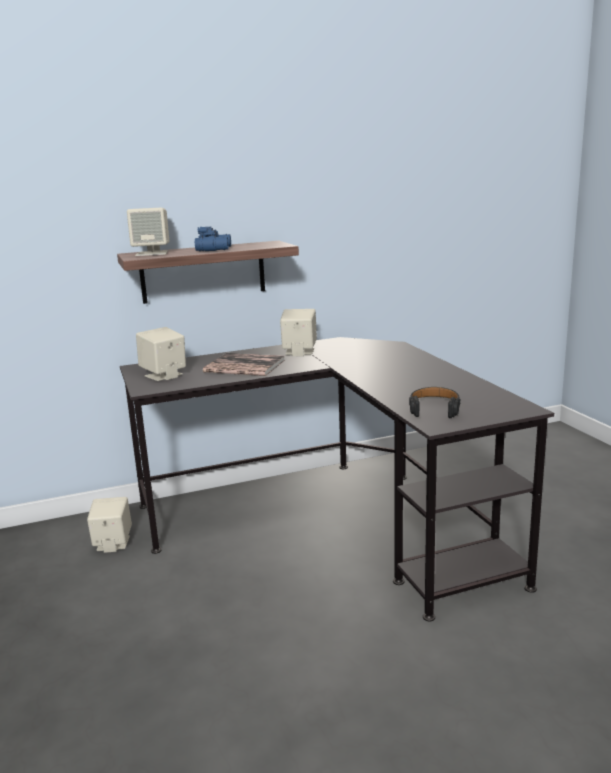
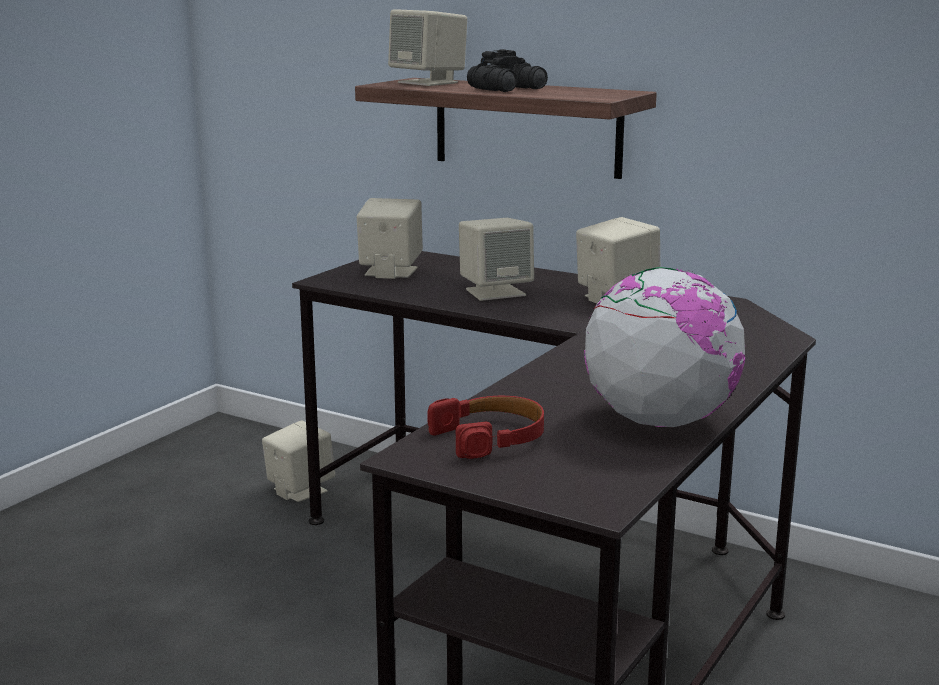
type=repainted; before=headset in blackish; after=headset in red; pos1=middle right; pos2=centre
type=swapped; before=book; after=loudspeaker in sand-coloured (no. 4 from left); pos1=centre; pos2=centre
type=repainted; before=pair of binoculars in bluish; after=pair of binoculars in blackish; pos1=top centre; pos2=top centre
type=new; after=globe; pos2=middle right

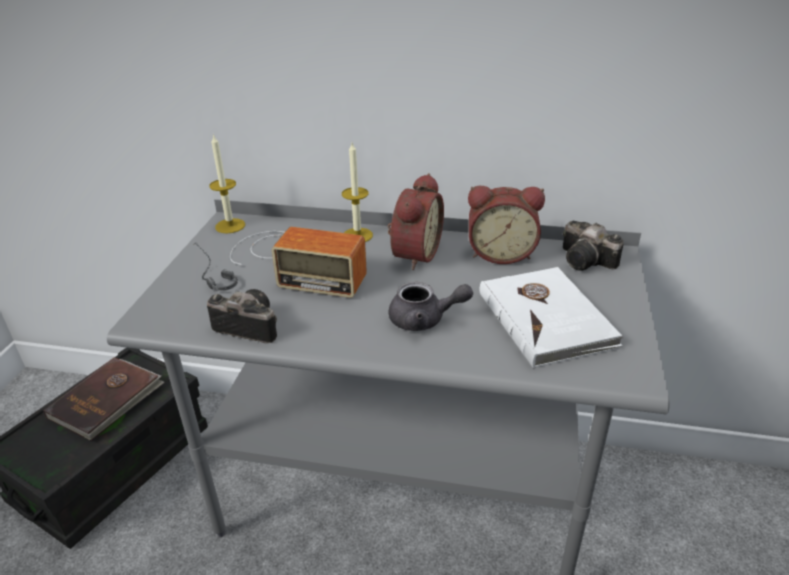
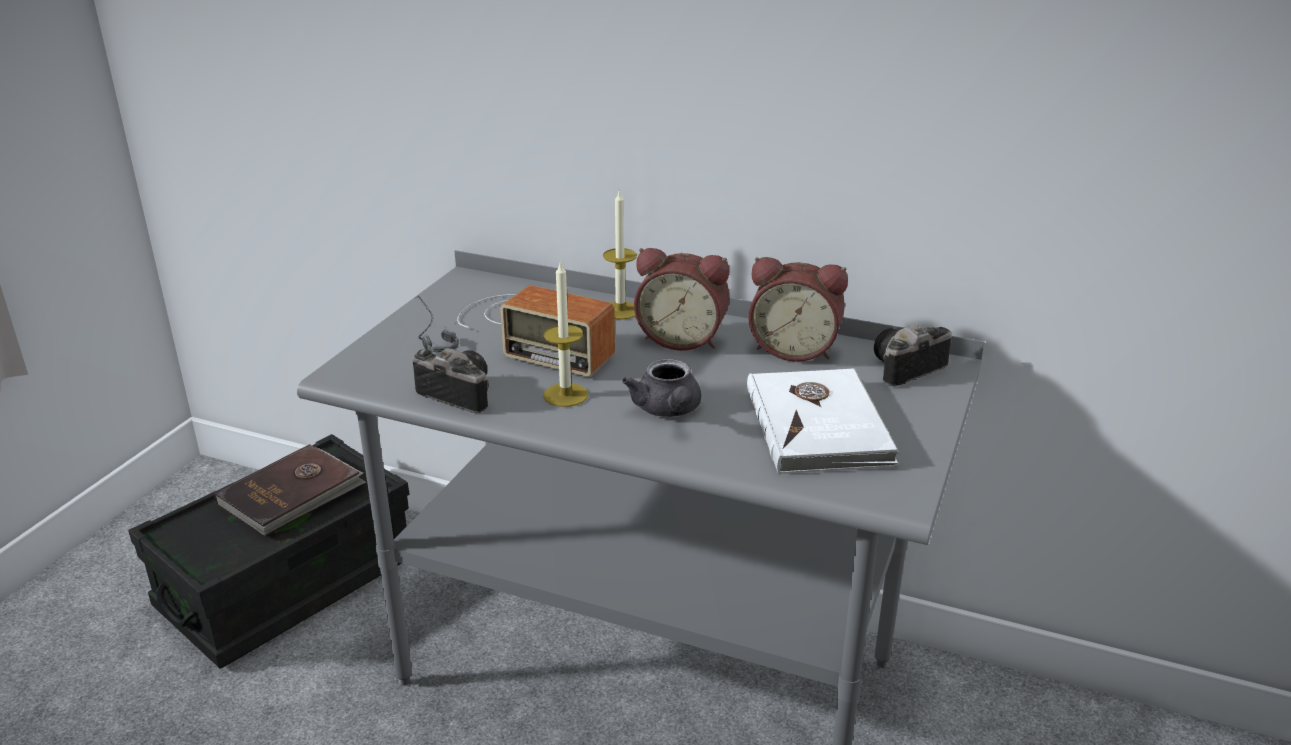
type=shifted; before=wax candle (no. 1 from left); pos1=top left; pos2=centre
type=rotated; before=tea pot in gray; pos1=centre; pos2=centre; turn=60
type=rotated; before=table clock (no. 1 from left); pos1=centre; pos2=centre; turn=75
type=rotated; before=photo camera (no. 2 from left); pos1=middle right; pos2=middle right; turn=90

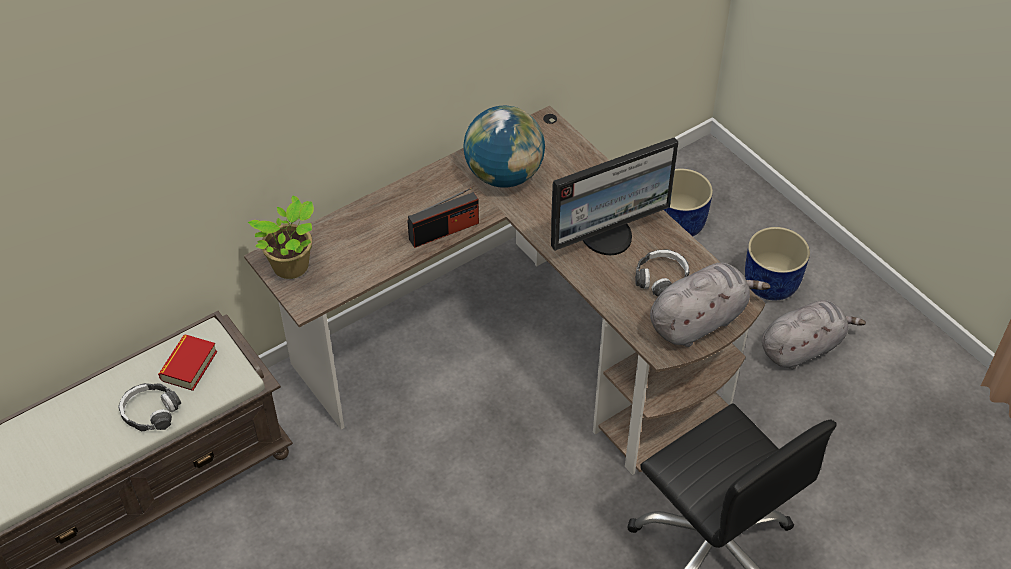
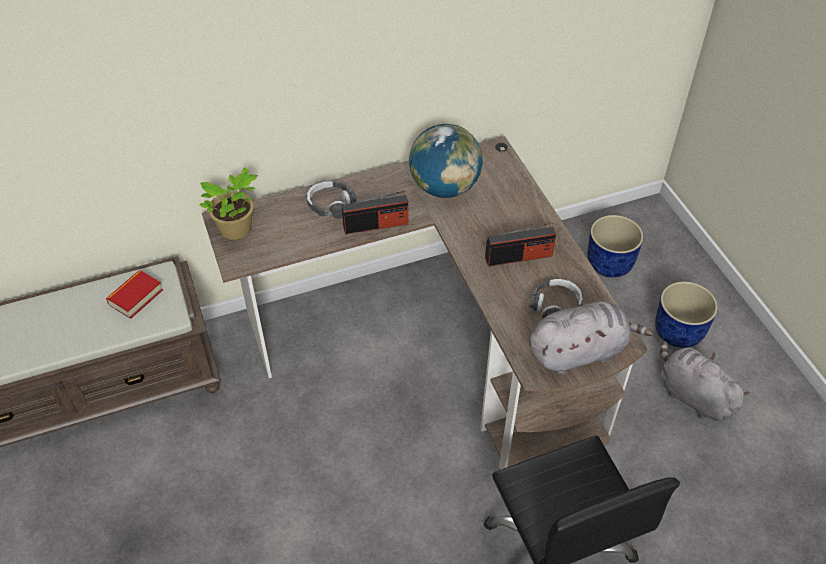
type=shifted; before=headset (no. 1 from left); pos1=bottom left; pos2=centre
type=swapped; before=computer display; after=radio (no. 2 from left); pos1=centre; pos2=centre
type=rotated; before=cuddly toy in gray (no. 2 from left); pos1=middle right; pos2=bottom right; turn=-120

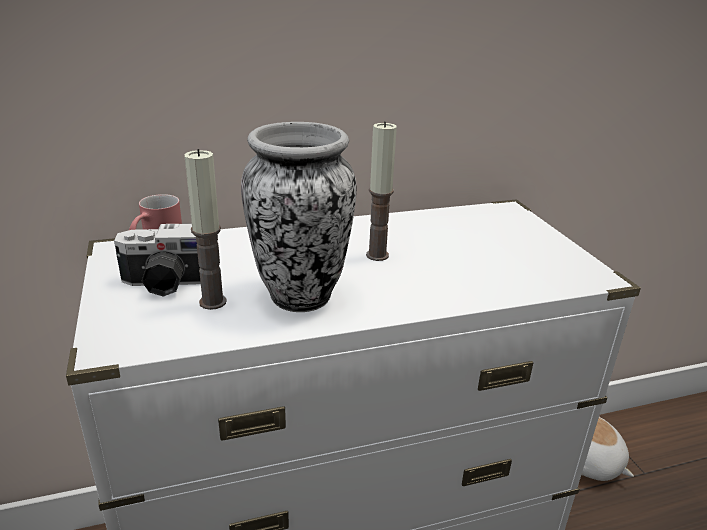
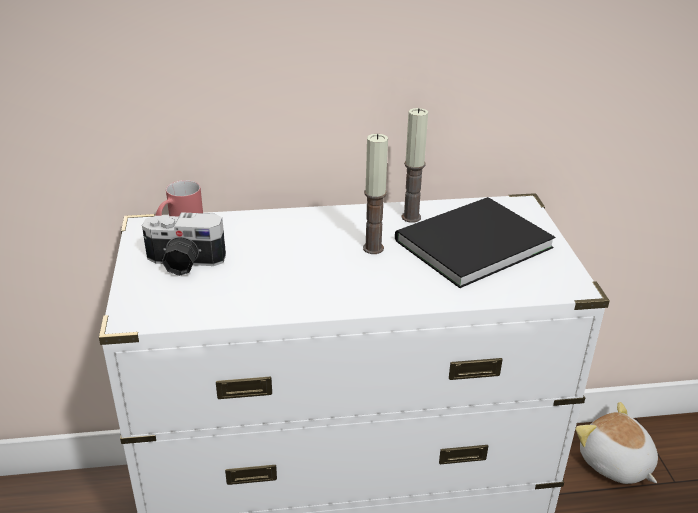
type=new; after=book in blackish; pos2=middle right
type=shifted; before=wax candle (no. 1 from left in the first image); after=wax candle (no. 2 from left); pos1=middle left; pos2=top centre
type=gone; before=decorative vase; pos1=centre

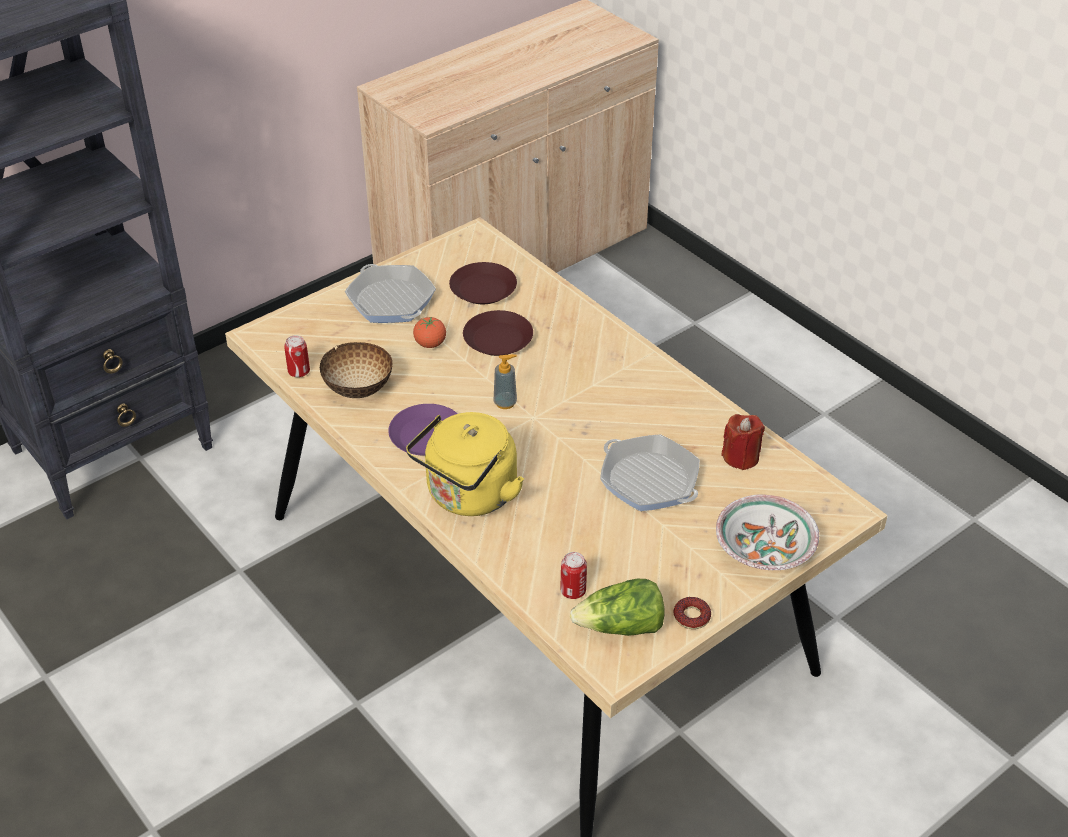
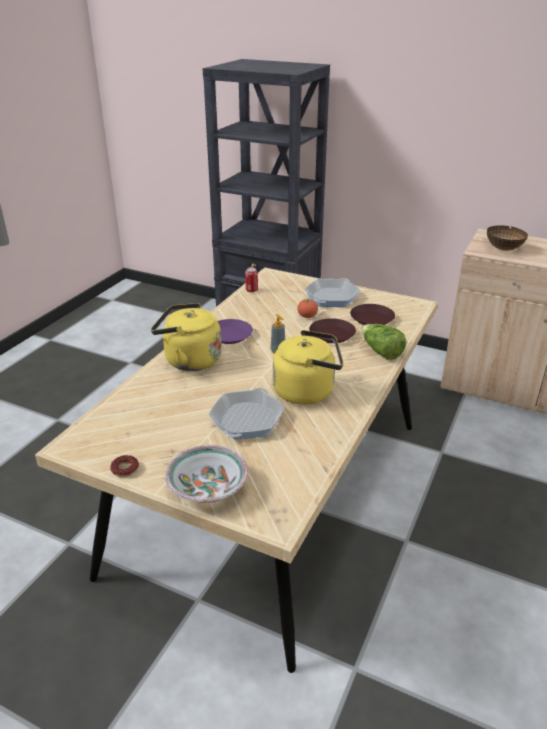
type=new; after=kettle in yellow (no. 2 from left); pos2=centre
type=shifted; before=head of lettuce; pos1=bottom centre; pos2=middle right
type=shifted; before=serving bowl (no. 1 from left in the first image); after=serving bowl (no. 2 from left); pos1=centre; pos2=top right
type=gone; before=metal can (no. 2 from left); pos1=bottom centre
type=gone; before=wax candle in red; pos1=middle right

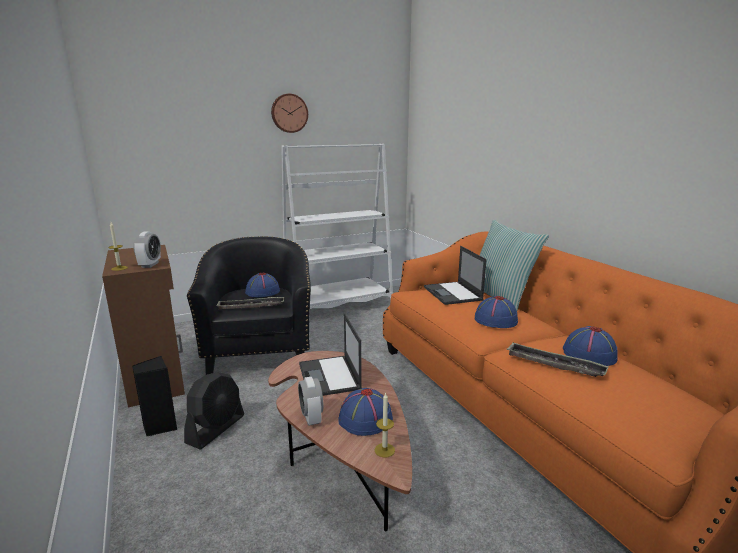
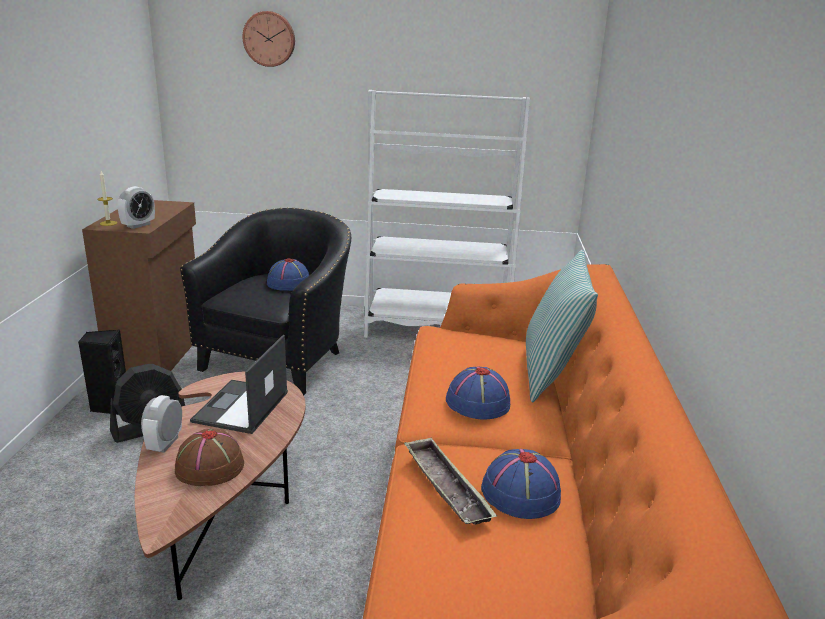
type=repainted; before=hat in bluish (no. 2 from left); after=hat in brownish; pos1=bottom centre; pos2=bottom left
type=shifted; before=clock on the wall; pos1=top centre; pos2=top left
type=gone; before=tray (no. 1 from left); pos1=centre
type=gone; before=wax candle (no. 2 from left); pos1=bottom centre
type=gone; before=laptop (no. 2 from left); pos1=centre

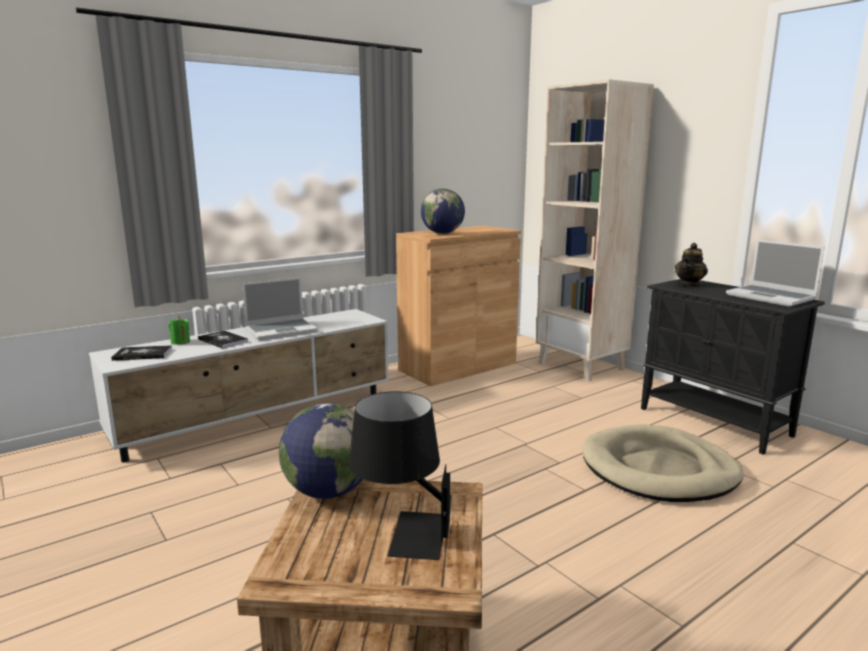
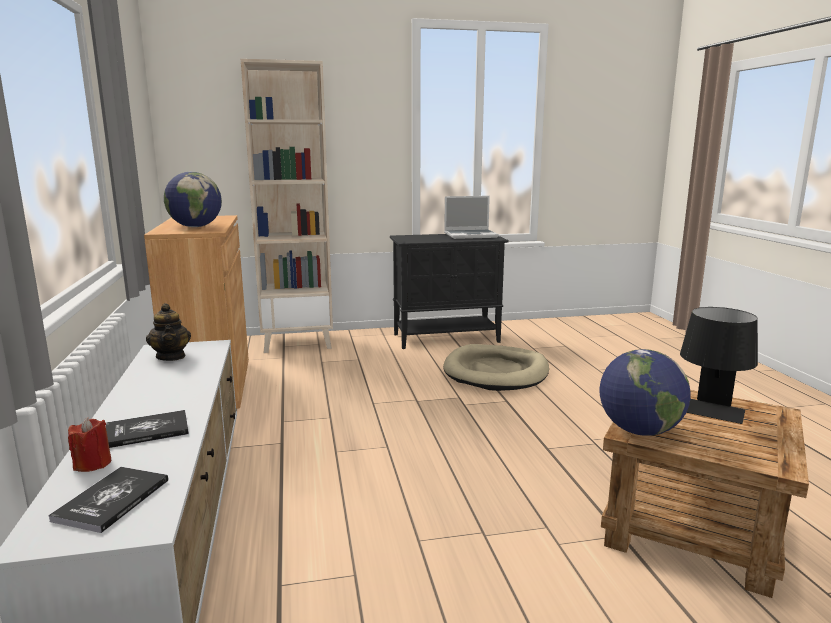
type=repainted; before=wax candle in green-coloured; after=wax candle in red; pos1=middle left; pos2=bottom left
type=shifted; before=tea pot; pos1=middle right; pos2=middle left
type=gone; before=laptop (no. 1 from left); pos1=middle left

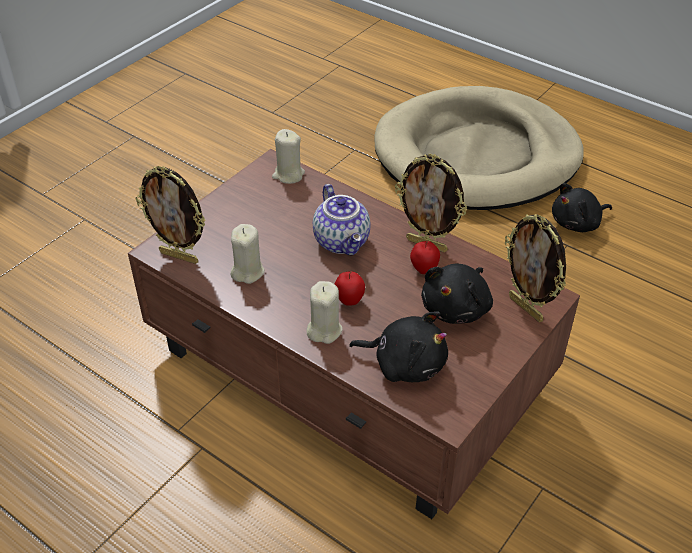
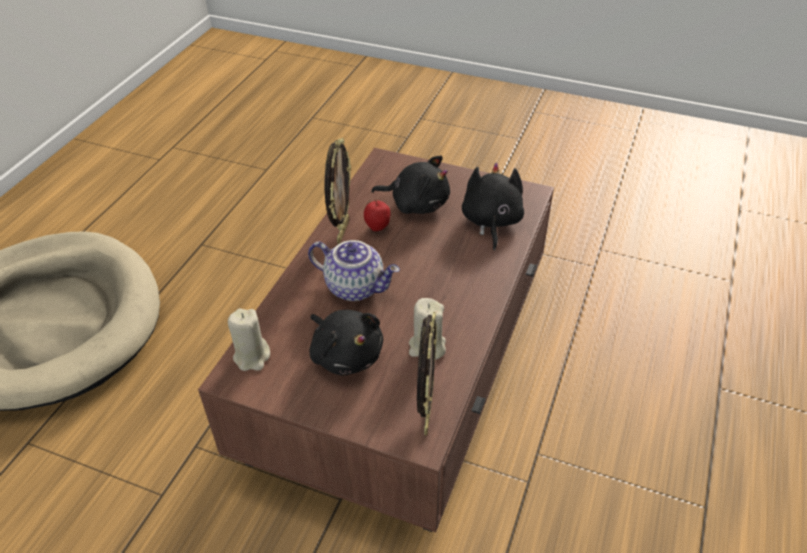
type=rotated; before=tea pot; pos1=centre; pos2=centre; turn=60
type=shifted; before=cuddly toy in blackish (no. 3 from left in the first image); after=cuddly toy in blackish (no. 1 from left); pos1=middle right; pos2=centre
type=gone; before=wax candle in sand-coloured (no. 3 from left); pos1=centre
type=gone; before=apple fruit (no. 1 from left); pos1=centre
type=gone; before=standing frame (no. 3 from left); pos1=middle right

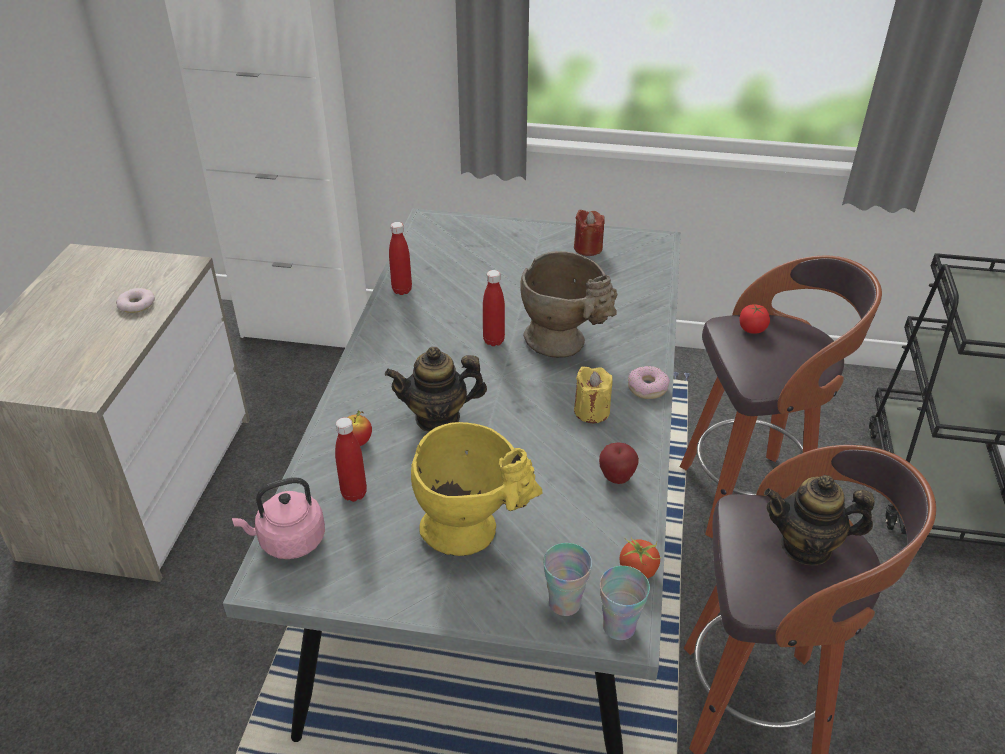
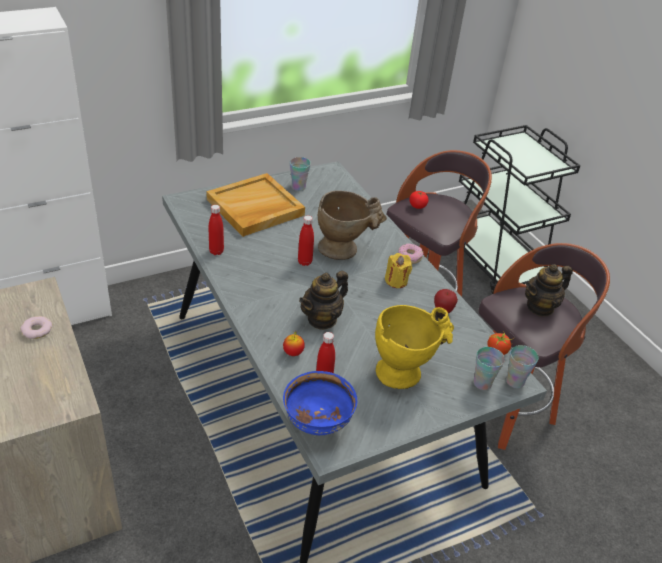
type=new; after=tray in sand-coloured; pos2=centre
type=swapped; before=kettle in pinkish; after=serving bowl in bluish; pos1=bottom left; pos2=bottom centre
type=swapped; before=wax candle in red; after=cup (no. 1 from left); pos1=top centre; pos2=top centre

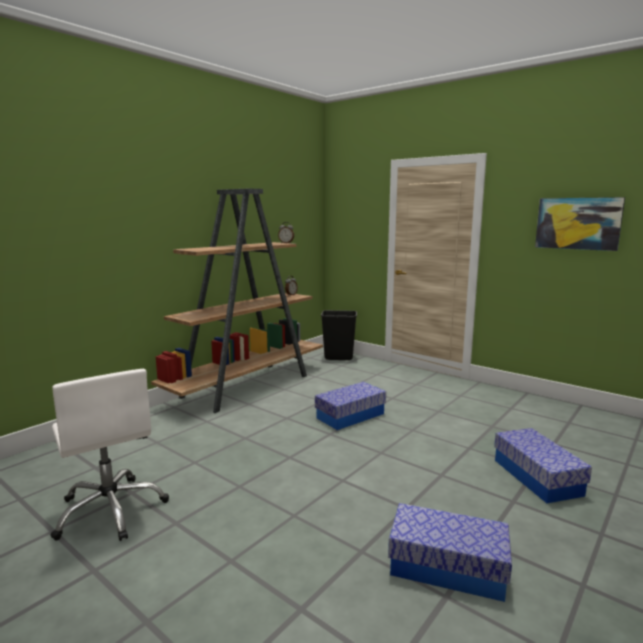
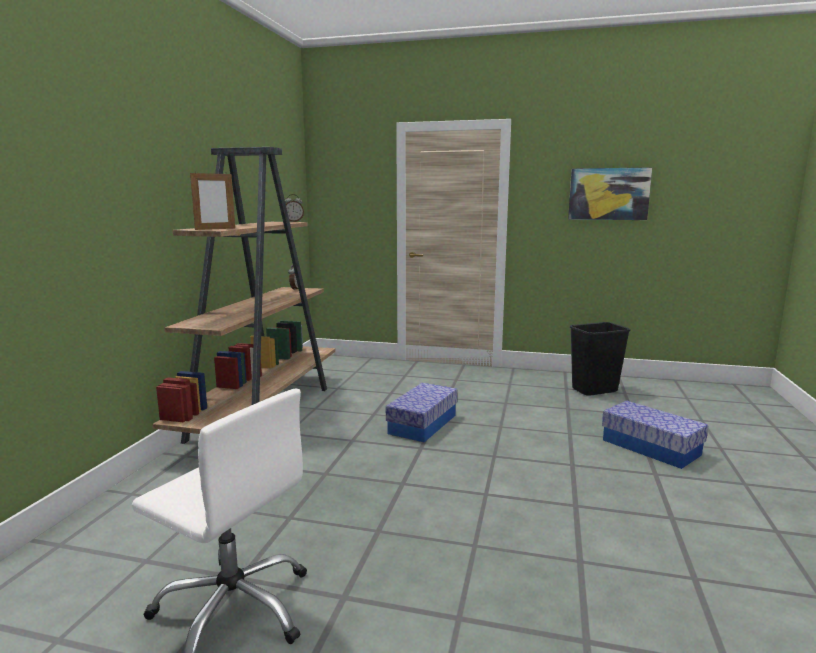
type=new; after=standing frame; pos2=top left
type=shifted; before=trash can in blackish; pos1=centre; pos2=middle right
type=gone; before=storage box (no. 2 from left); pos1=bottom right

